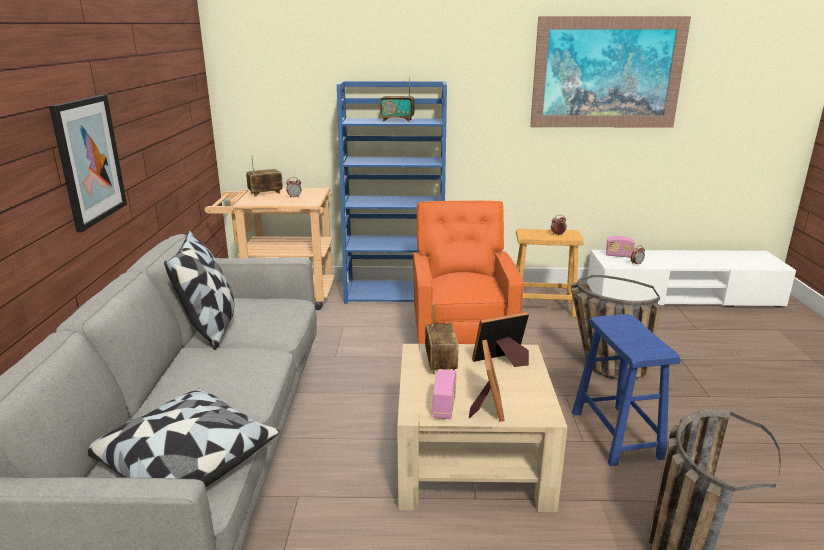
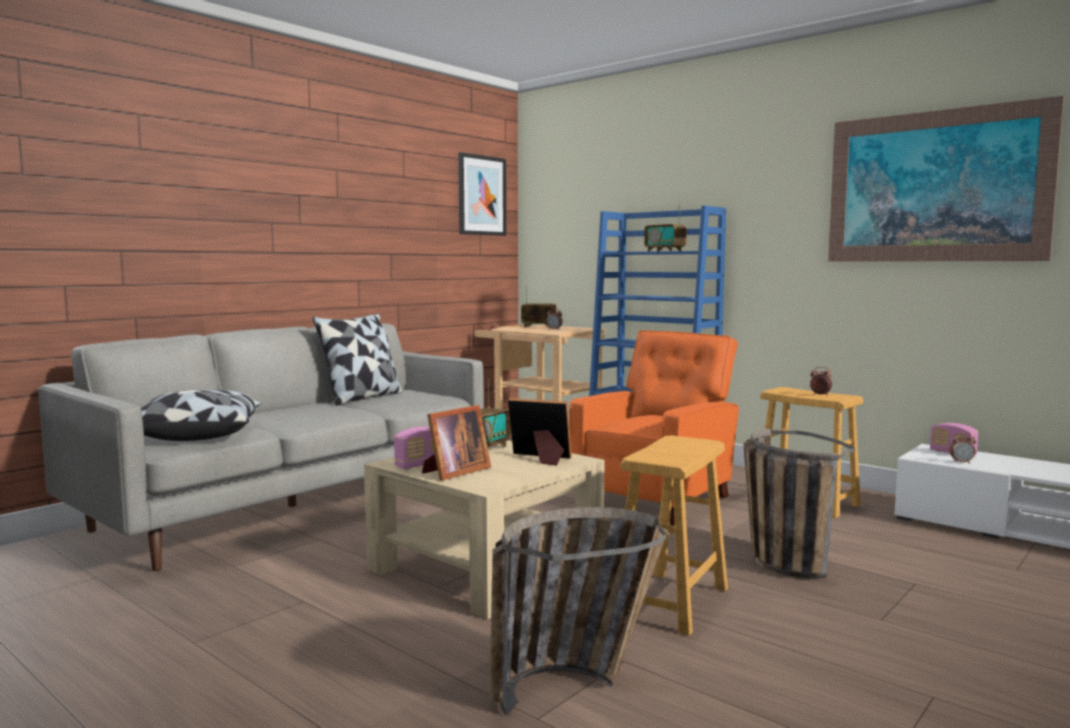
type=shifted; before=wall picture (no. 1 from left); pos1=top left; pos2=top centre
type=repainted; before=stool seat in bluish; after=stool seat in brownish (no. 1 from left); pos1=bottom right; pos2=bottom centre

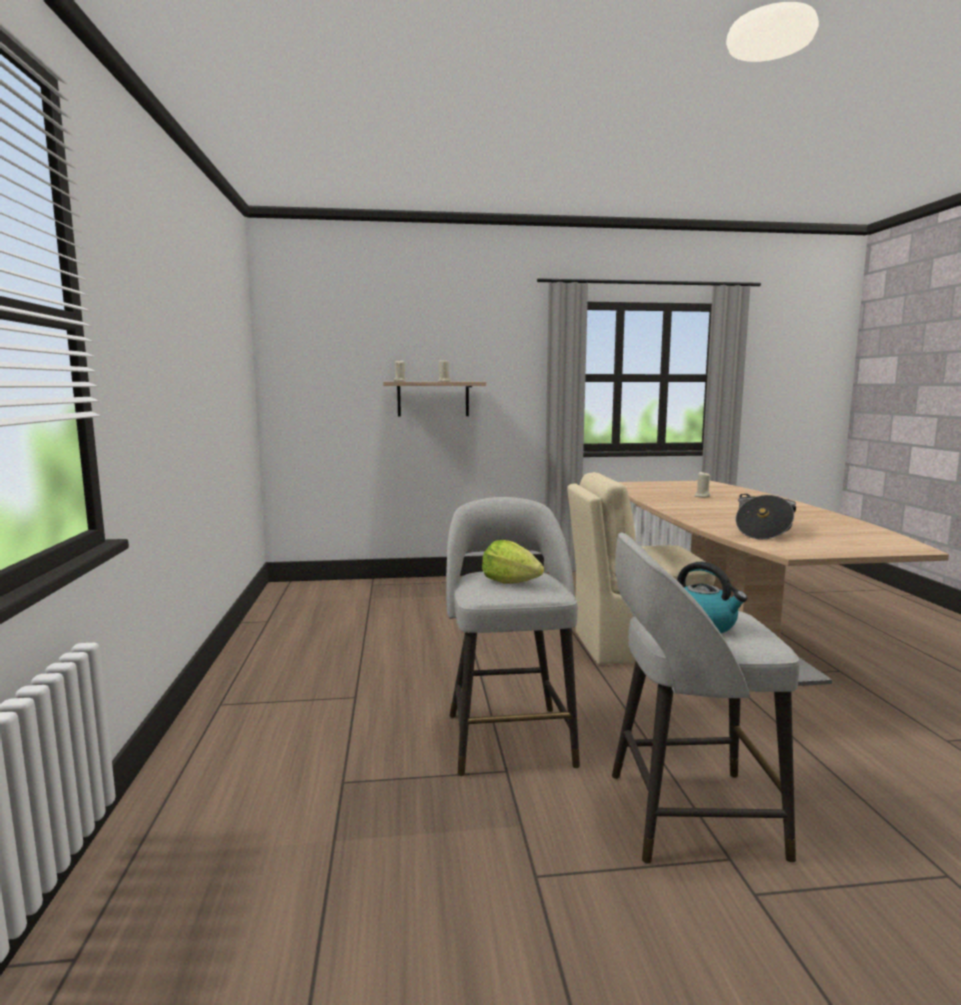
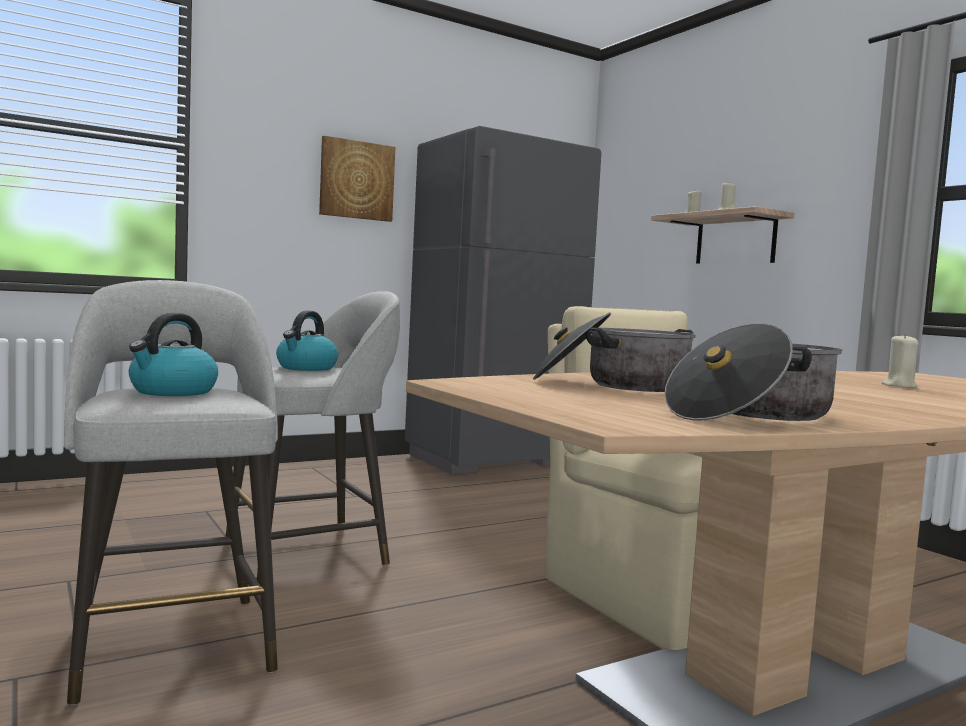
type=swapped; before=head of lettuce; after=kettle (no. 2 from left); pos1=centre; pos2=middle left
type=new; after=wall picture; pos2=top centre
type=new; after=refrigerator in gray; pos2=centre
type=new; after=stockpot (no. 2 from left); pos2=middle right

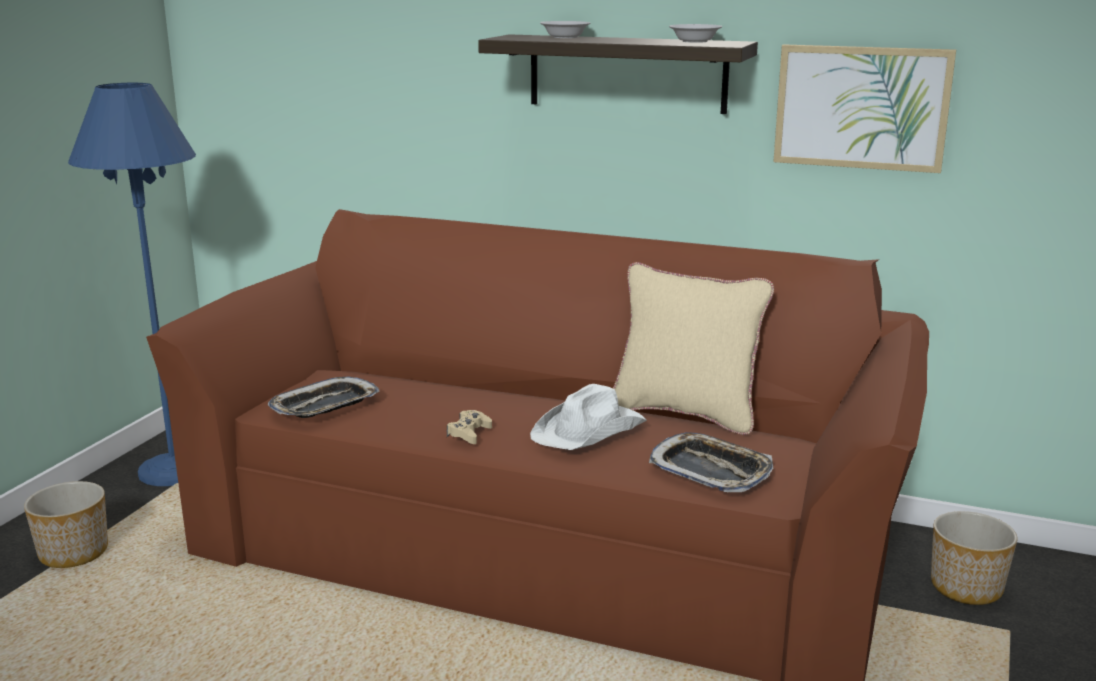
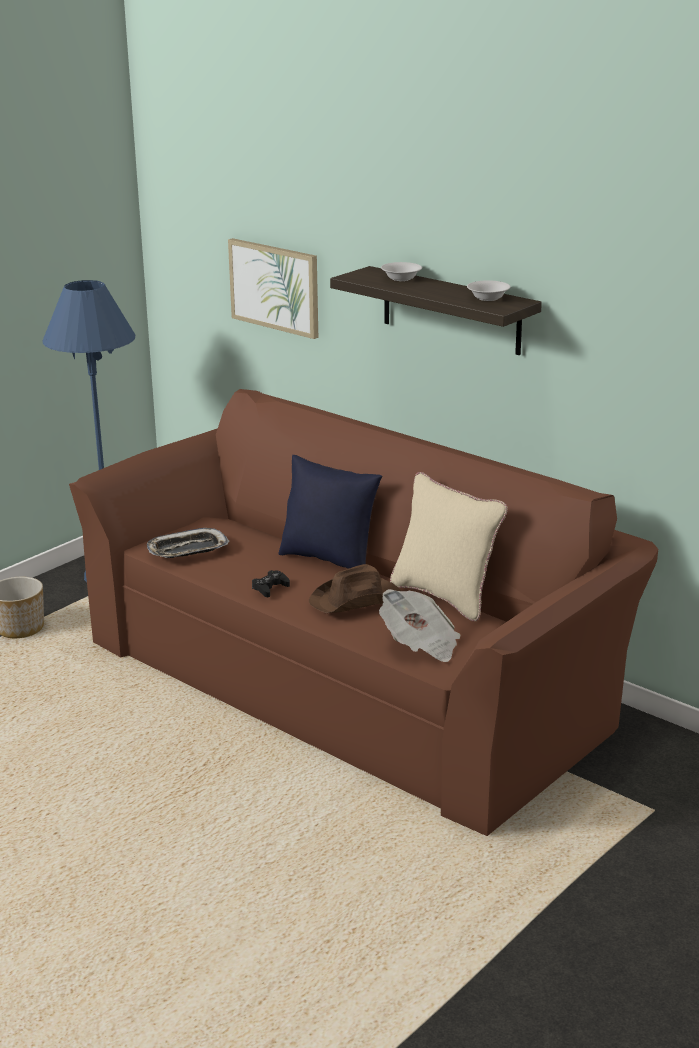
type=shifted; before=wall picture; pos1=top right; pos2=top centre
type=repainted; before=game controller in sand-coloured; after=game controller in blackish; pos1=centre; pos2=centre
type=new; after=cushion in bluish; pos2=centre
type=repainted; before=hat in whitish; after=hat in brownish; pos1=centre; pos2=centre
type=swapped; before=tray (no. 2 from left); after=daily paper; pos1=bottom centre; pos2=centre
type=gone; before=flower pot (no. 2 from left); pos1=bottom right

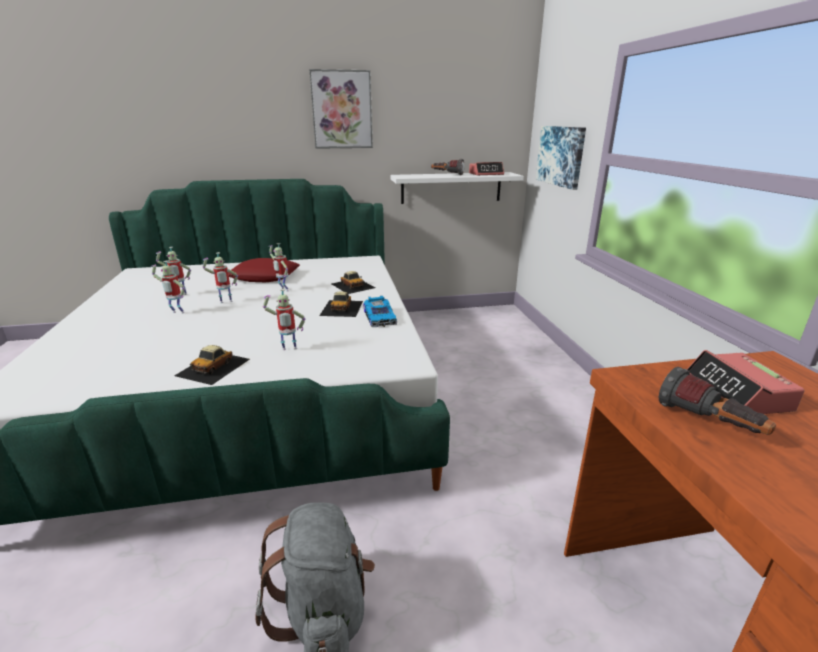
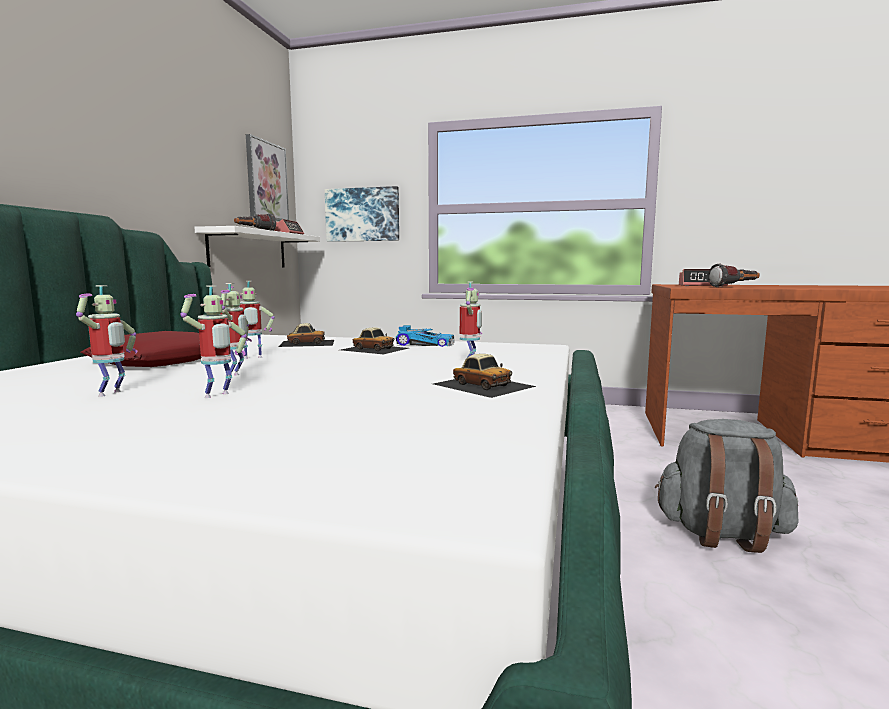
type=shifted; before=wall picture (no. 1 from left); pos1=top centre; pos2=top left

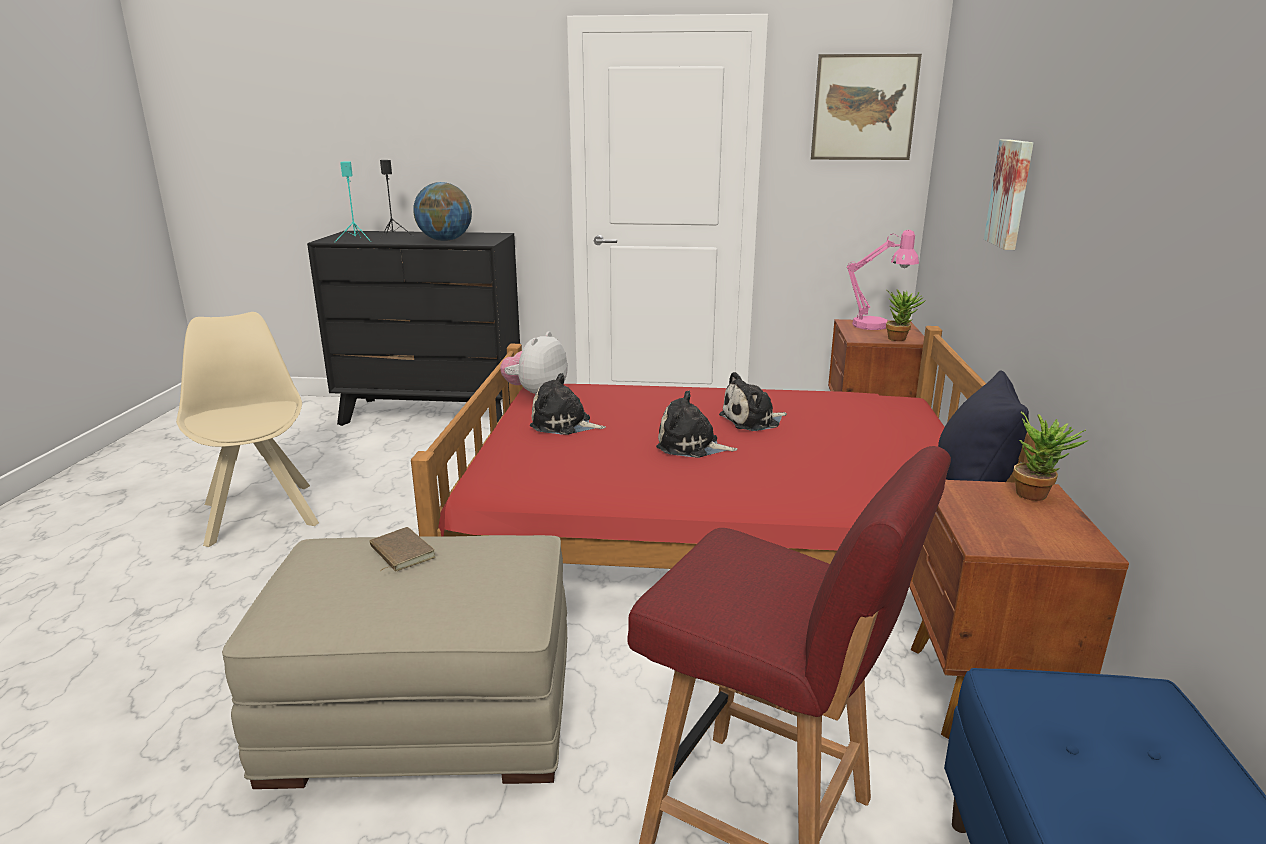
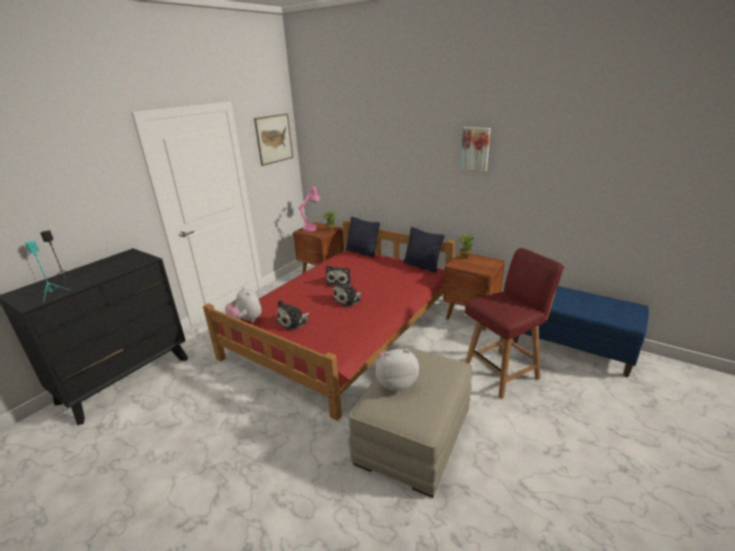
type=new; after=cushion in blackish (no. 1 from left); pos2=centre
type=swapped; before=book in brownish; after=cuddly toy (no. 5 from left); pos1=middle left; pos2=bottom centre
type=shifted; before=wall picture (no. 2 from left); pos1=top right; pos2=top centre
type=gone; before=chair in sand-coloured; pos1=middle left
type=gone; before=globe; pos1=top centre

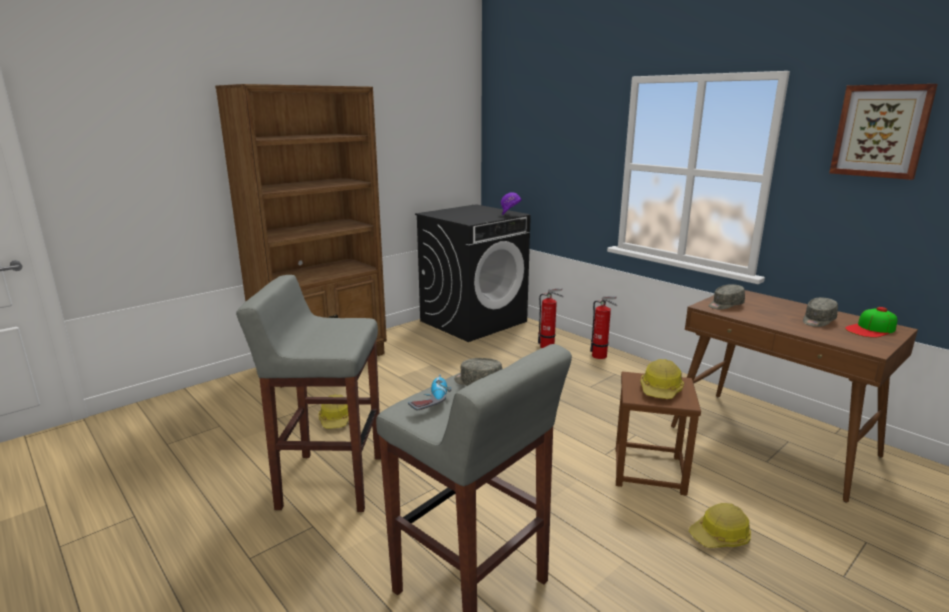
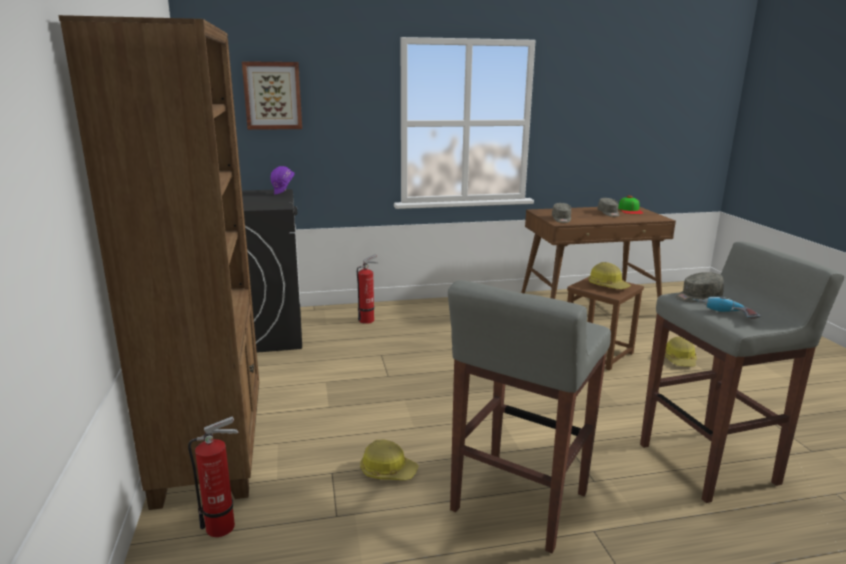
type=shifted; before=extinguisher (no. 2 from left in the first image); after=extinguisher (no. 1 from left); pos1=centre; pos2=bottom left
type=shifted; before=wall picture; pos1=top right; pos2=top left

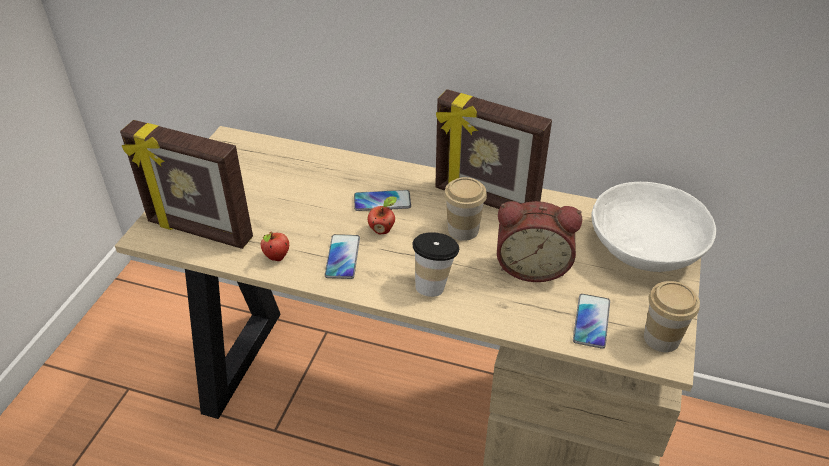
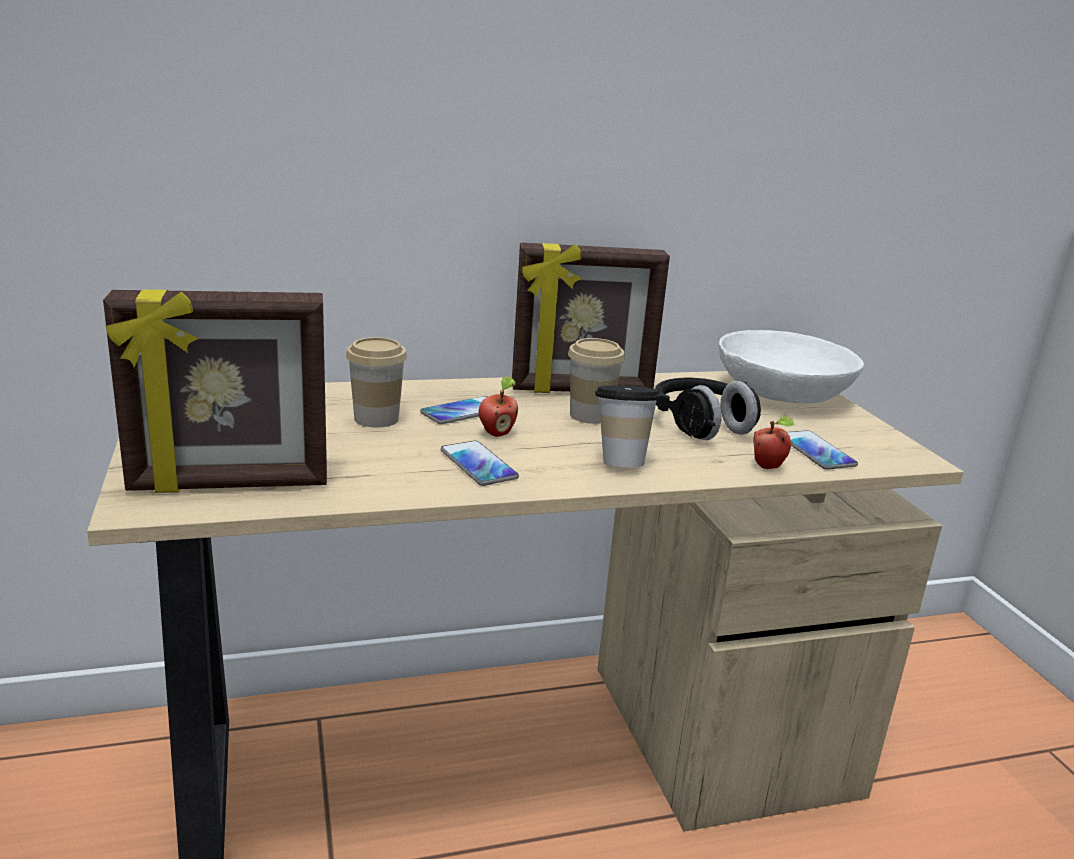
type=shifted; before=cup (no. 3 from left in the first image); after=cup (no. 1 from left); pos1=bottom right; pos2=centre
type=swapped; before=table clock; after=headset in blackish; pos1=centre; pos2=centre
type=shifted; before=apple fruit (no. 1 from left in the first image); after=apple fruit (no. 2 from left); pos1=middle left; pos2=middle right

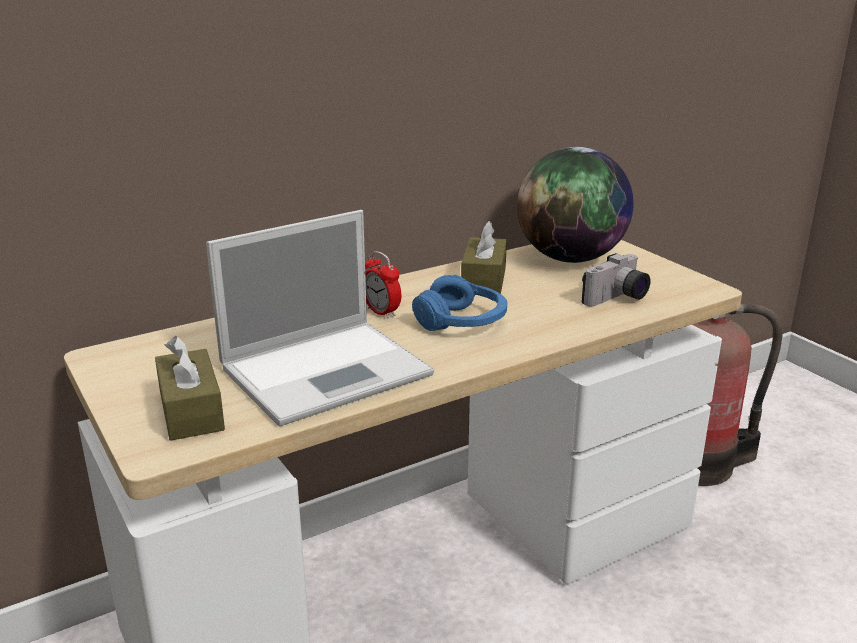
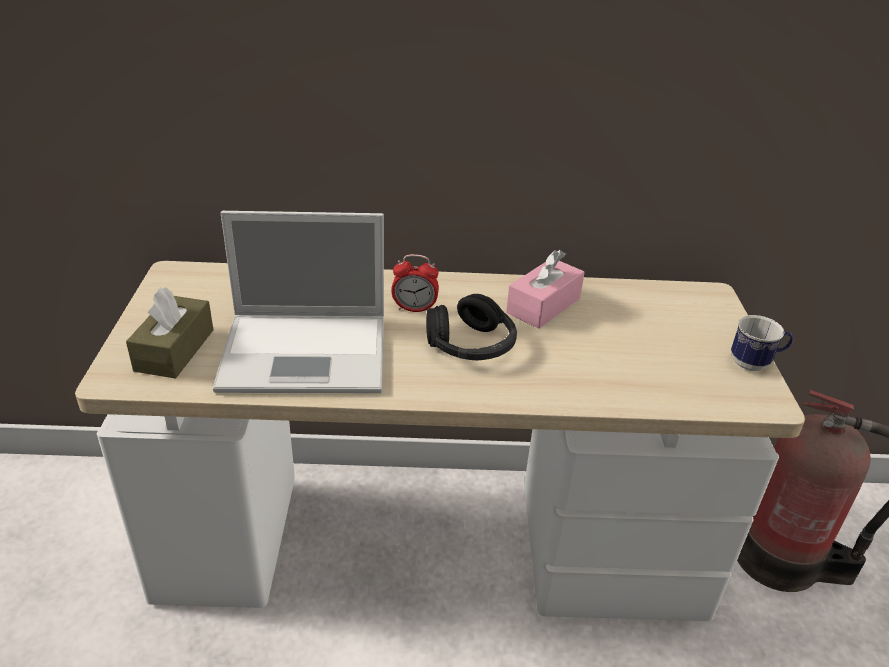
type=rotated; before=table clock; pos1=centre; pos2=centre; turn=-75
type=repainted; before=headset in bluish; after=headset in blackish; pos1=centre; pos2=centre
type=repainted; before=tissue holder in brownish (no. 2 from left); after=tissue holder in pinkish; pos1=centre; pos2=centre
type=new; after=mug; pos2=middle right
type=gone; before=globe; pos1=top right
type=gone; before=photo camera; pos1=middle right

